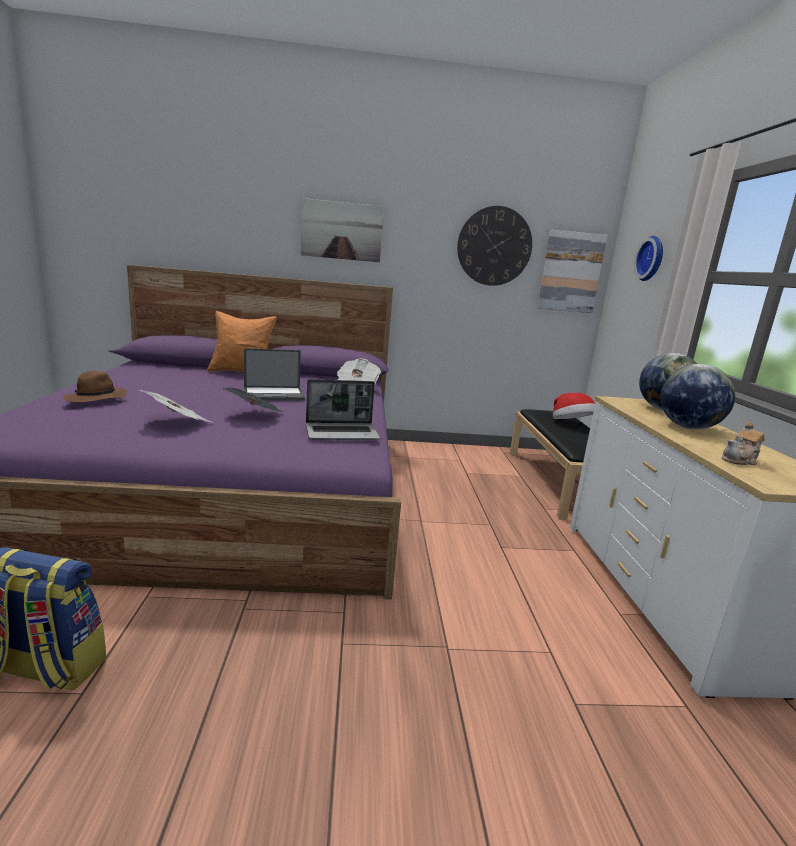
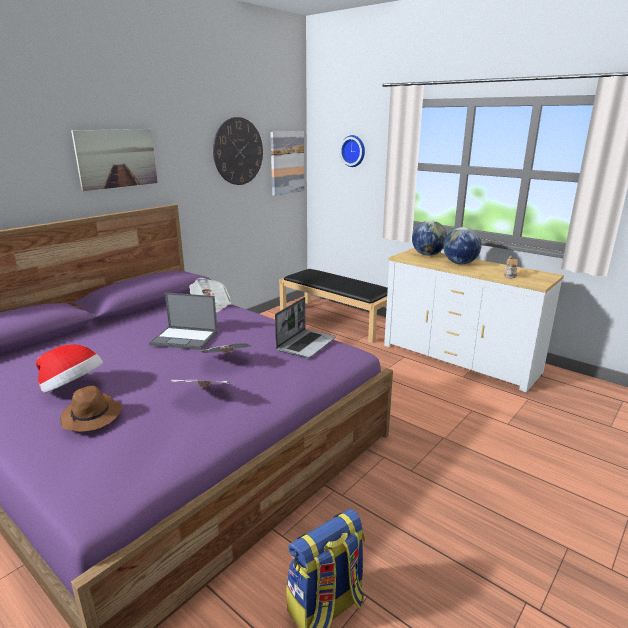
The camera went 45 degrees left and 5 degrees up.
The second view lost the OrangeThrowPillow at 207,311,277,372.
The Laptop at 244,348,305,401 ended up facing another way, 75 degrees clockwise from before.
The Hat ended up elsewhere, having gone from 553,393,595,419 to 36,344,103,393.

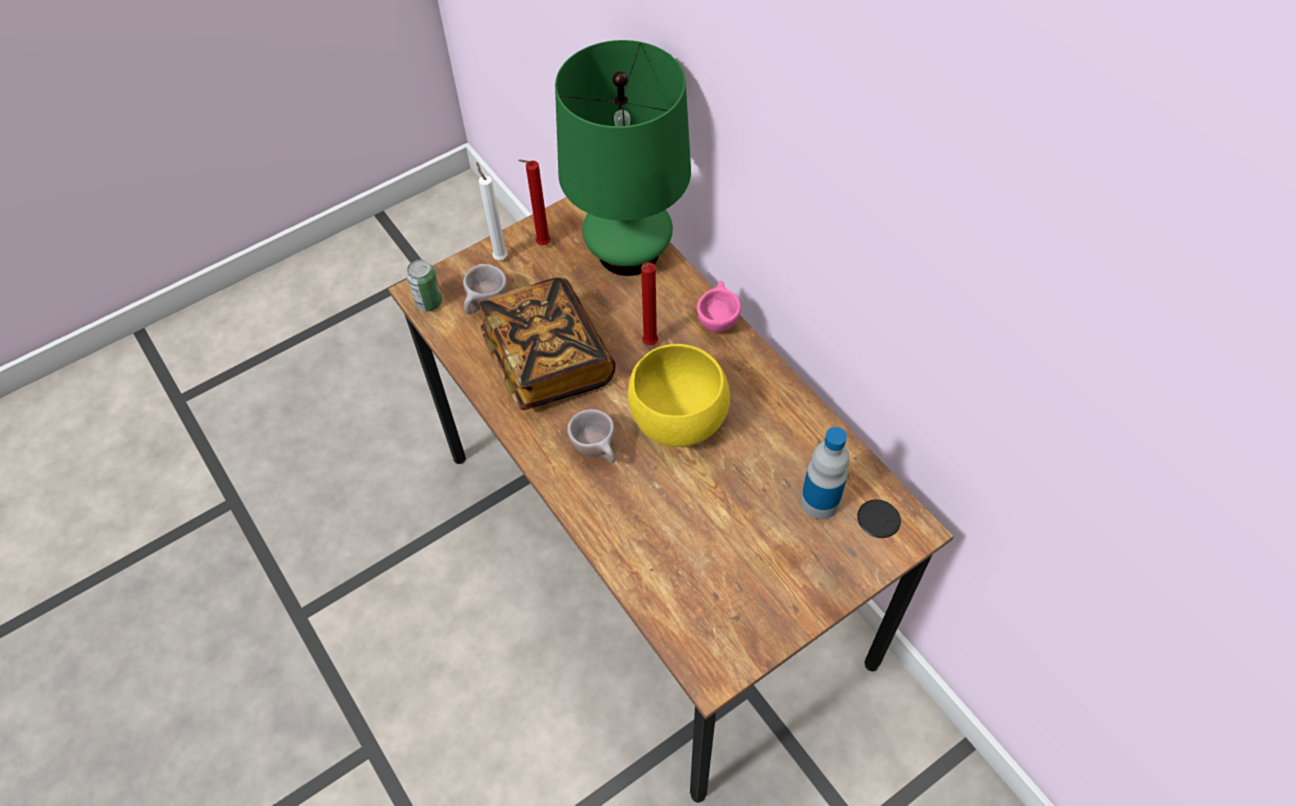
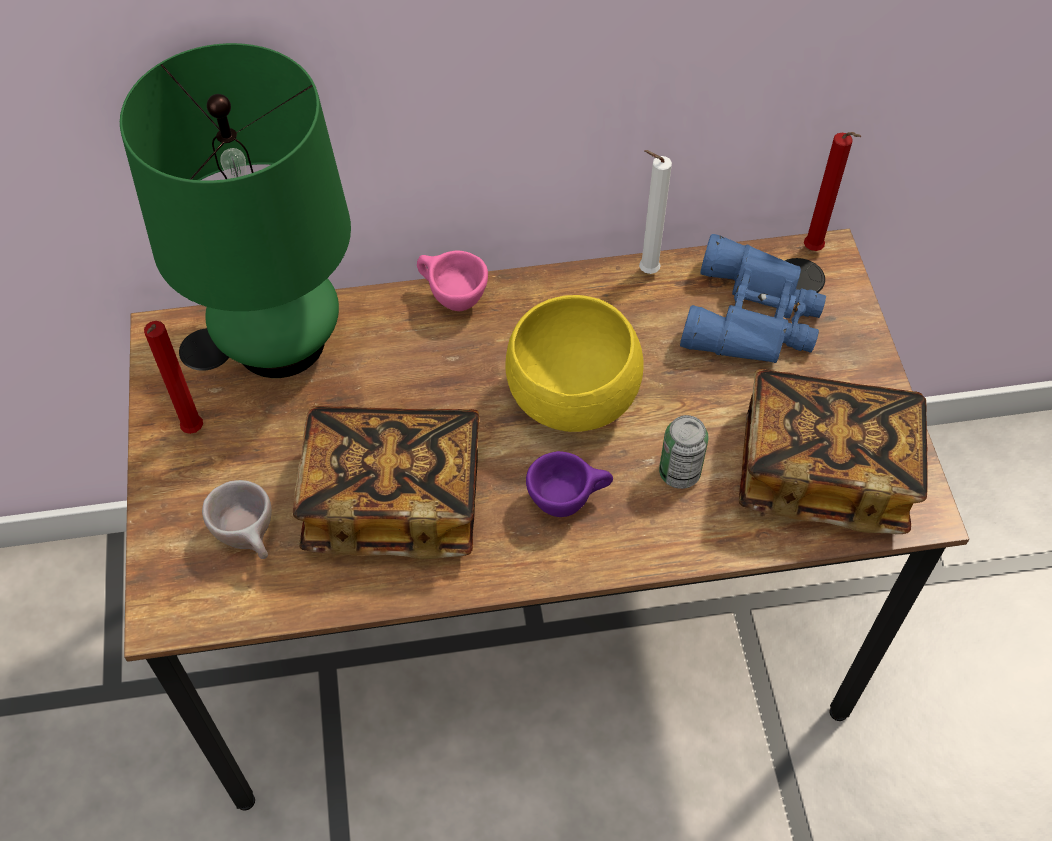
The camera went 65 degrees left and 0 degrees up.
The WhitishWaxLight ended up elsewhere, having gone from 476,162,508,260 to 639,150,672,274.
The Can ended up elsewhere, having gone from 406,259,443,311 to 659,415,708,489.
The ReddishWaxLight ended up elsewhere, having gone from 641,262,658,345 to 804,132,861,251.
What was the BeigeColouredDrinkingCup at 567,409,616,463 turned into the PurplishDrinkingCup at 526,451,613,517.
Where the BeverageBottle stood at 801,427,849,519, the BluePairOfBinoculars came to stand at 680,234,826,363.
The second view gained the Volume at 739,369,928,534.

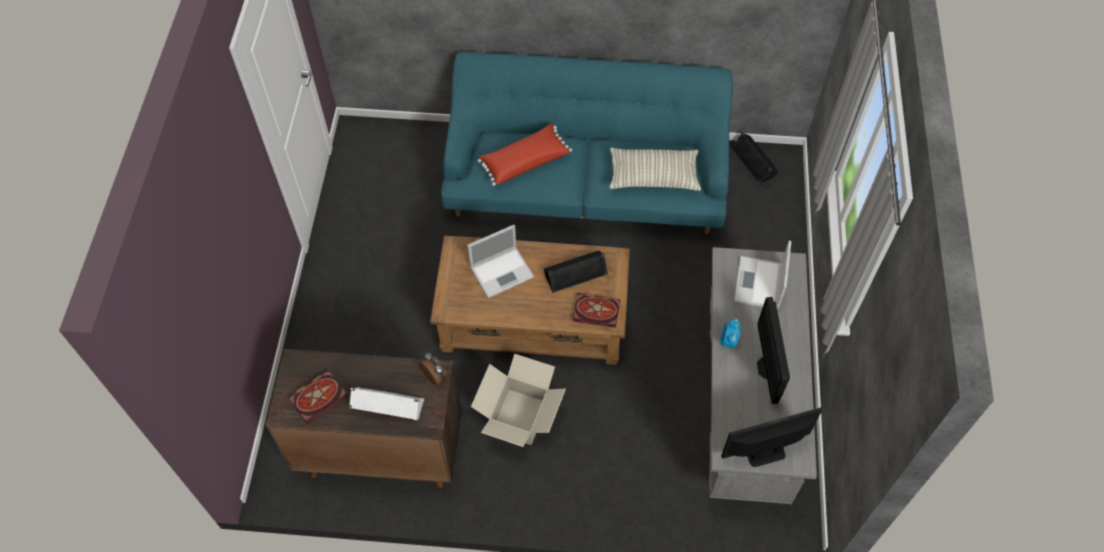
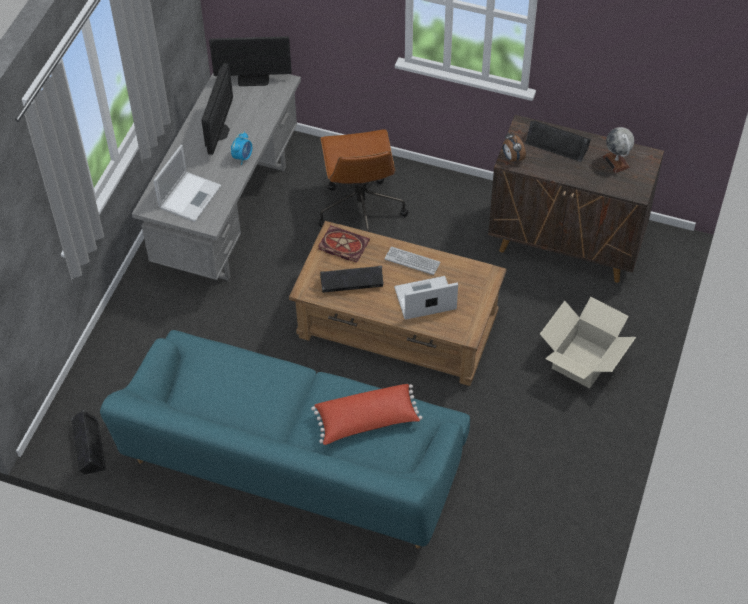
The camera went 165 degrees left and 5 degrees down.
The second view lost the ThrowPillow at 609,148,701,191.
The Carton ended up elsewhere, having gone from 471,354,566,447 to 540,297,636,389.
Where the Volume stood at 288,370,349,424, the WorldGlobe came to stand at 603,127,634,173.
What was the WhitishSpeaker at 349,387,424,420 turned into the BlackSpeaker at 525,121,591,162.
The second view gained the BrownishOfficeChair at 318,129,408,232.
The second view gained the PcKeyboard at 384,247,440,275.

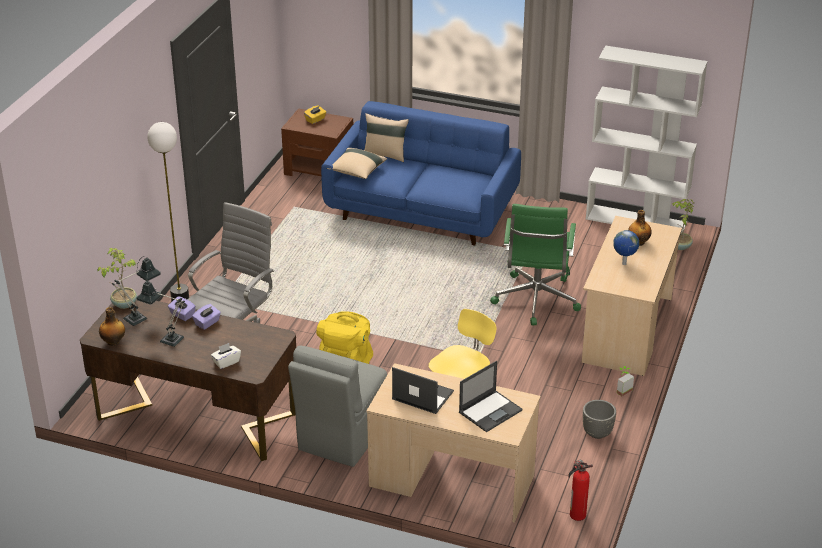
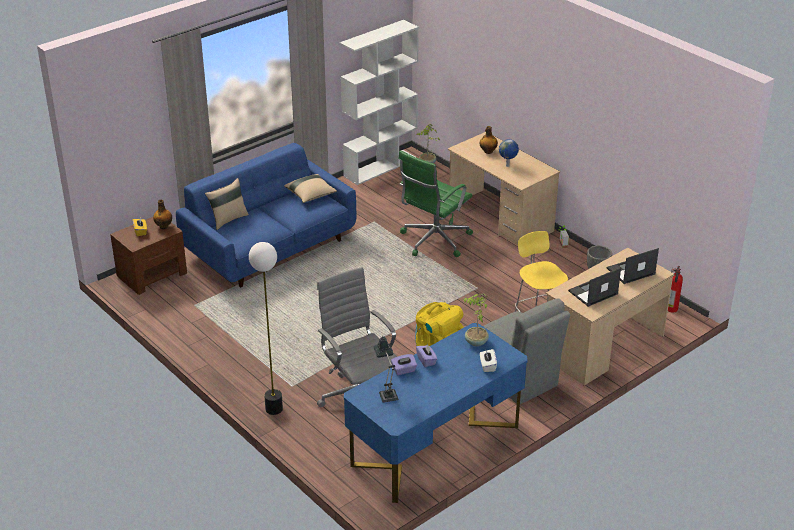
The camera went 60 degrees left and 0 degrees up.
The BeigeColouredThrowPillow ended up elsewhere, having gone from 327,148,387,179 to 284,174,337,203.
The GreenColouredOfficeChair at 490,204,581,326 ended up facing another way, 90 degrees clockwise from before.
The PlantInAPot ended up elsewhere, having gone from 97,248,137,309 to 463,293,489,346.
The second view lost the TableLamp at 136,280,185,347.
What was the BrownishDeskTable at 80,300,296,461 turned into the BlueDeskTable at 344,323,527,503.
The BeverageBottle ended up elsewhere, having gone from 99,307,125,346 to 153,200,172,229.
The Laptop at 459,361,522,432 ended up facing another way, 105 degrees counterclockwise from before.

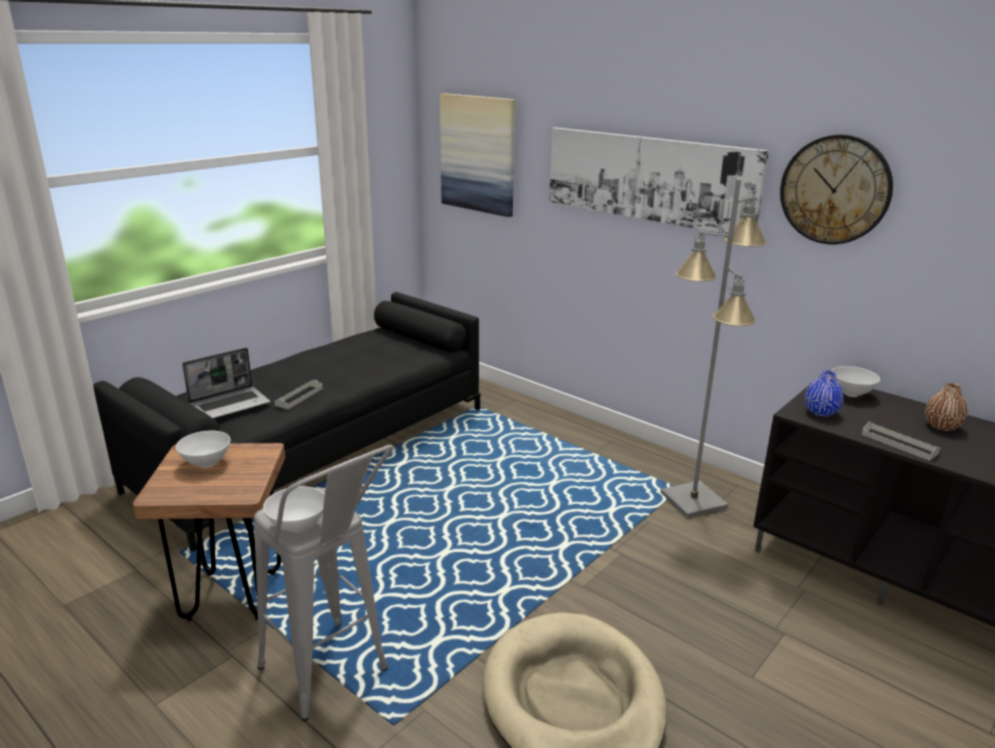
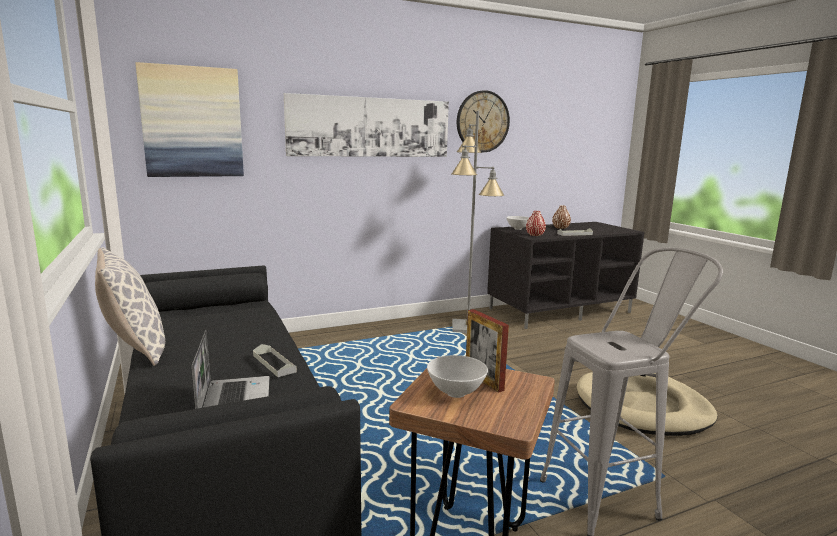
The camera went 65 degrees left and 10 degrees down.
What was the BlueVase at 805,370,843,417 turned into the ReddishVase at 526,211,546,236.
The second view lost the WhitishServingBowl at 263,486,325,533.
The second view gained the ThrowPillow at 95,247,165,366.
The second view gained the PictureFrame at 466,309,509,393.

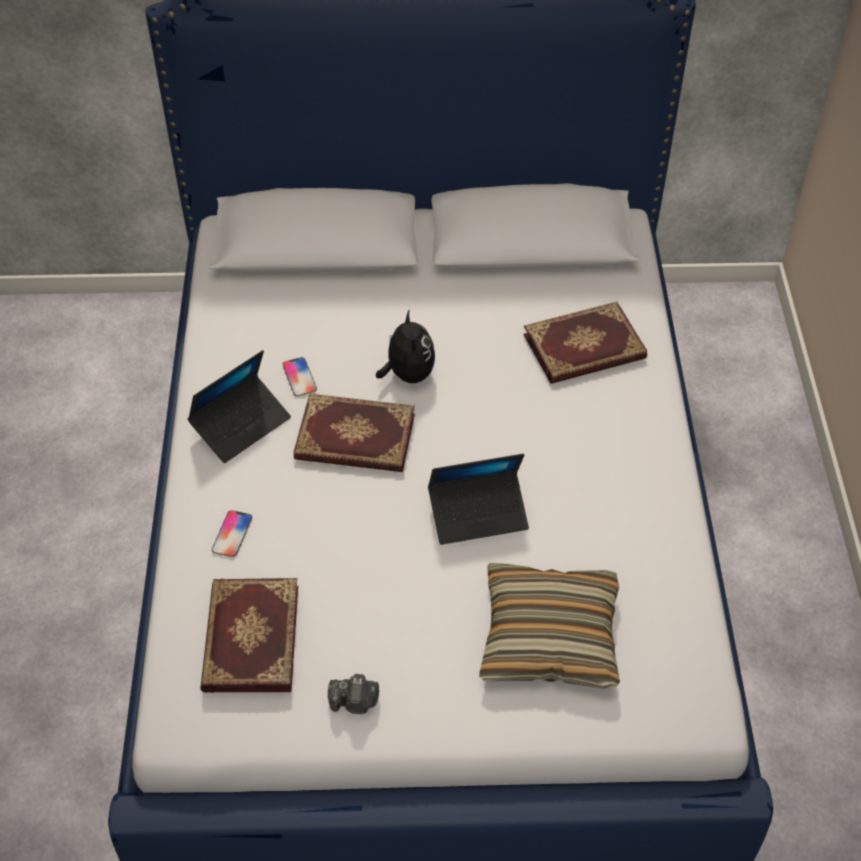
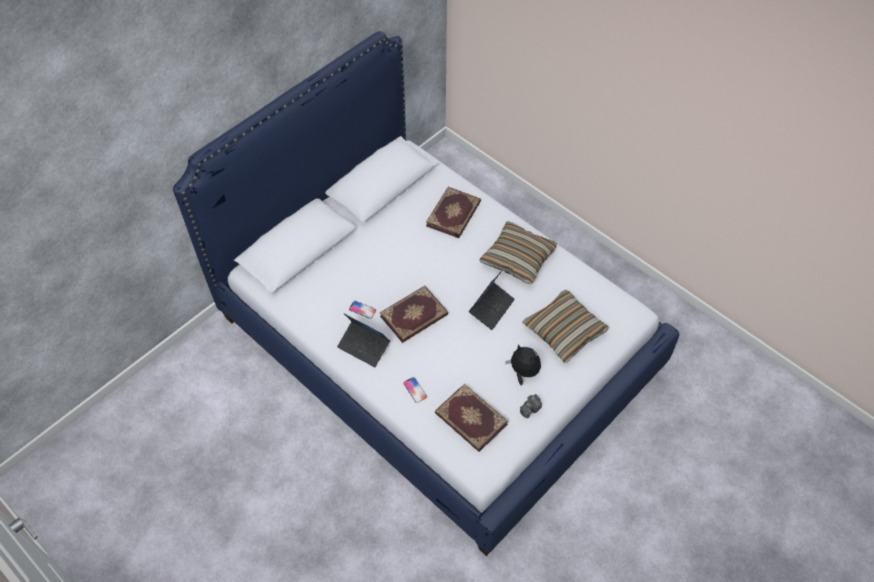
The camera went 45 degrees left and 5 degrees up.
The SoftToy ended up elsewhere, having gone from 376,311,435,383 to 505,344,541,385.
The Laptop at 188,350,291,463 ended up facing another way, 120 degrees clockwise from before.
The second view gained the ThrowPillow at 479,221,557,284.

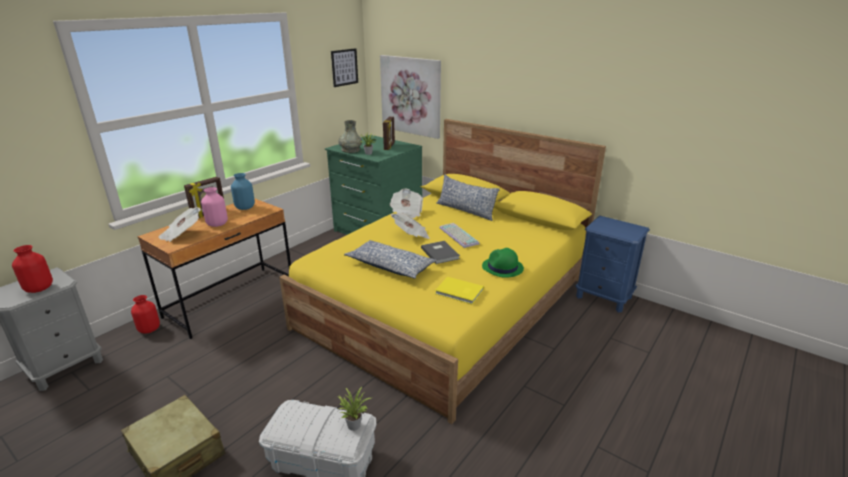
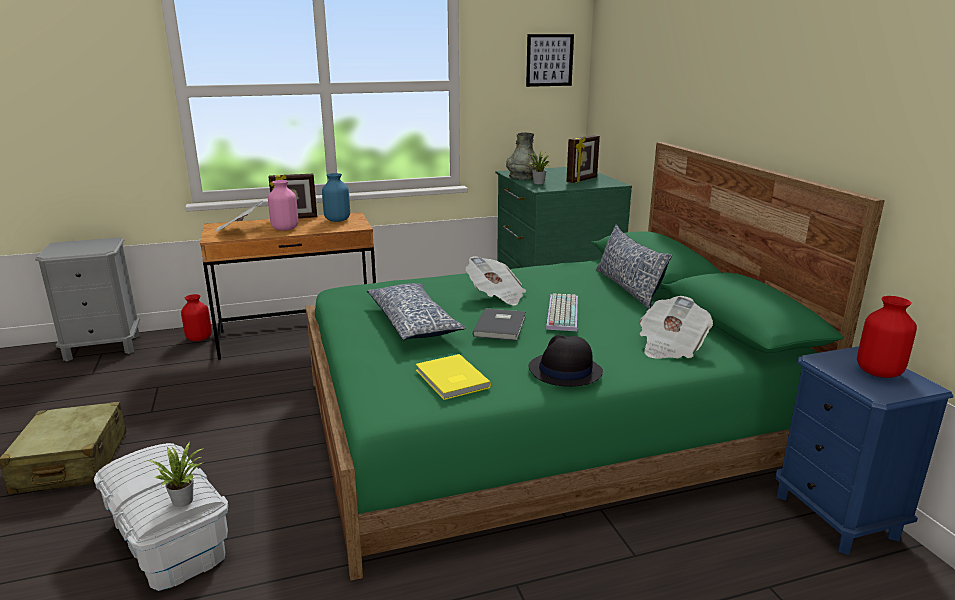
The camera went 35 degrees right and 5 degrees down.
The second view lost the WallArt at 380,55,441,139.
What was the YellowColouredSleepingBed at 279,119,606,424 turned into the GreenColouredSleepingBed at 306,142,885,581.
The Newspaper ended up elsewhere, having gone from 390,189,423,218 to 639,296,713,359.
The ReddishVase ended up elsewhere, having gone from 12,245,53,293 to 857,296,917,378.
What was the GreenColouredHat at 482,248,524,277 turned into the BlackHat at 528,335,603,387.

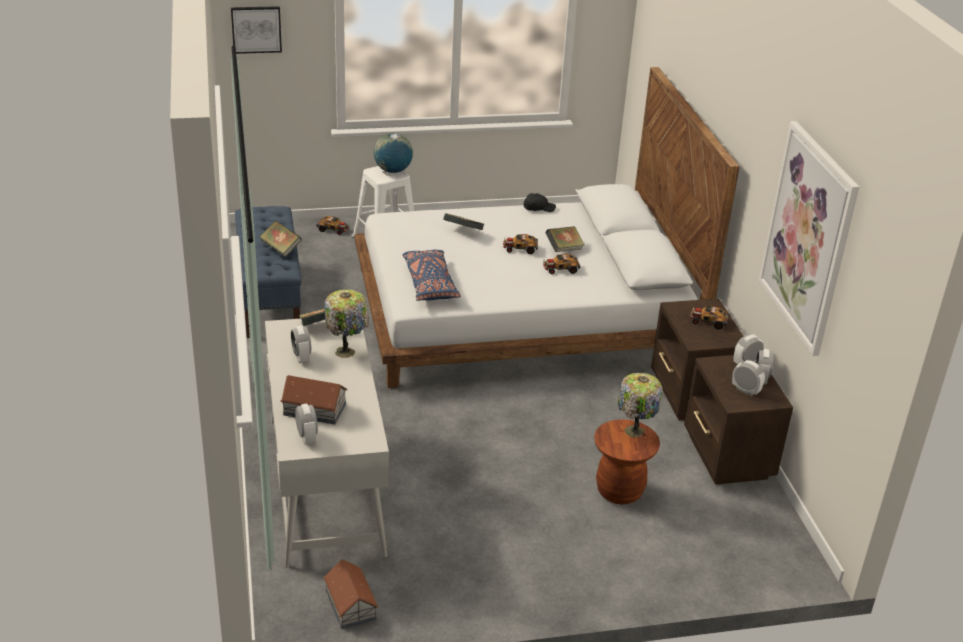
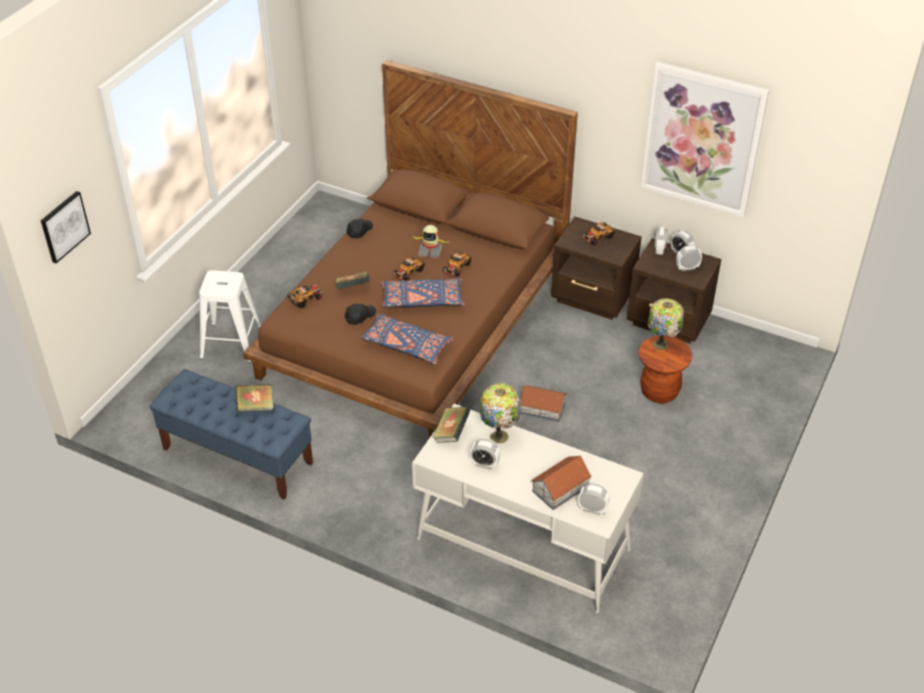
The camera went 50 degrees left and 10 degrees up.
What was the WhitishSleepingBed at 355,67,740,388 turned into the BrownishSleepingBed at 243,60,578,438.
The second view lost the WorldGlobe at 374,133,413,173.
The ToyCar ended up elsewhere, having gone from 316,216,350,235 to 287,284,323,308.
Where the Volume stood at 545,226,585,252, the ModelRobot came to stand at 412,225,449,259.
The MiniatureHouse ended up elsewhere, having gone from 323,559,379,629 to 519,386,567,422.
The second view gained the BlueThrowPillow at 381,278,465,308.
The second view gained the BlackPeakedCap at 345,304,376,325.

